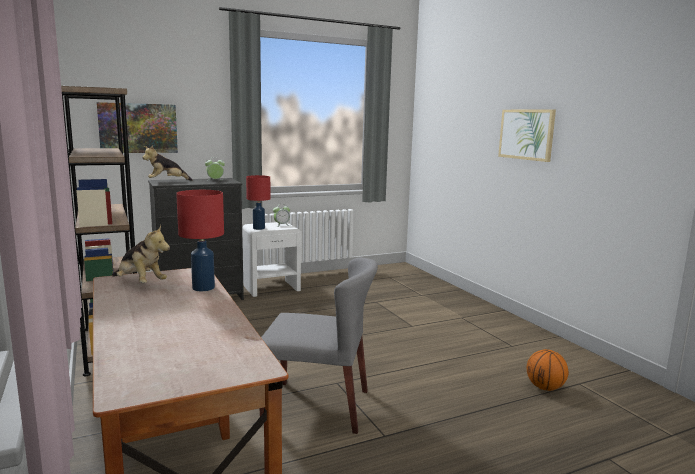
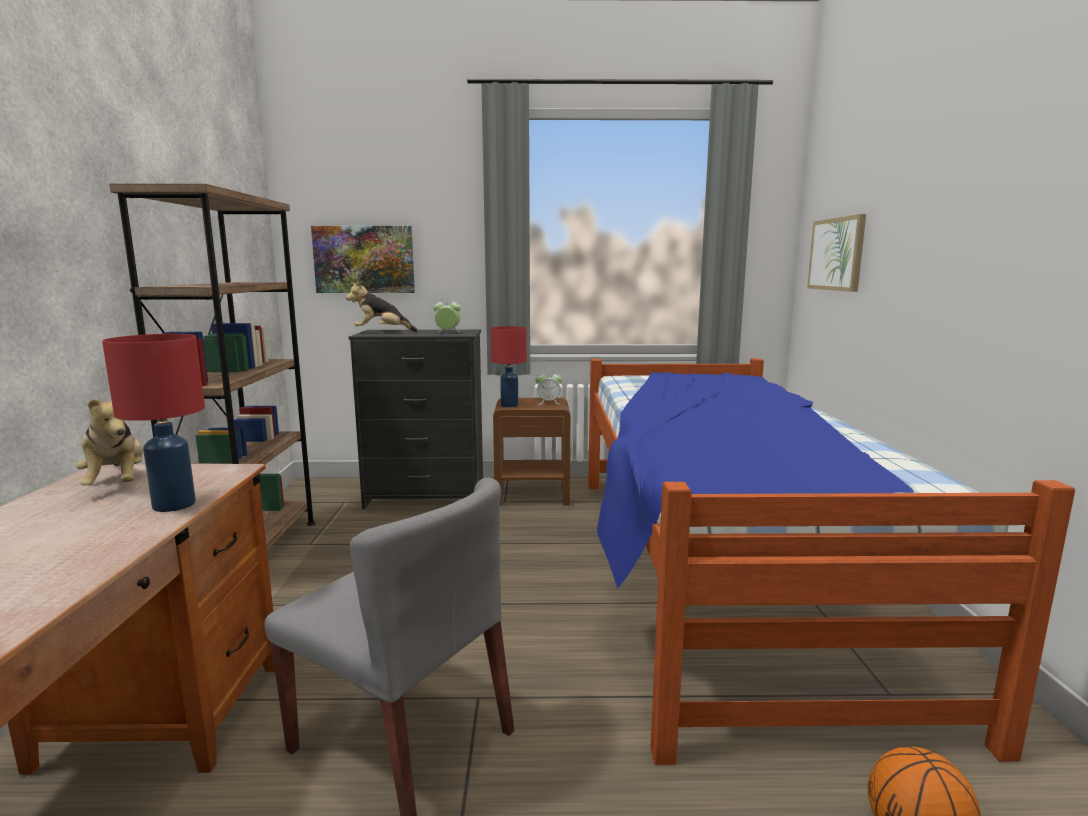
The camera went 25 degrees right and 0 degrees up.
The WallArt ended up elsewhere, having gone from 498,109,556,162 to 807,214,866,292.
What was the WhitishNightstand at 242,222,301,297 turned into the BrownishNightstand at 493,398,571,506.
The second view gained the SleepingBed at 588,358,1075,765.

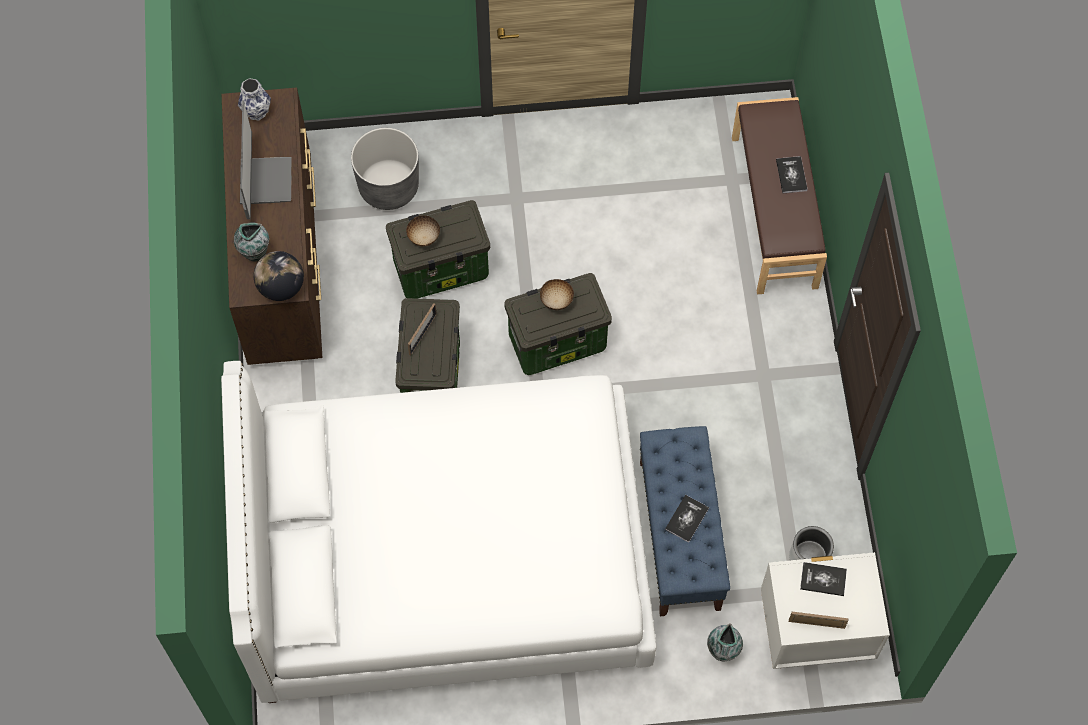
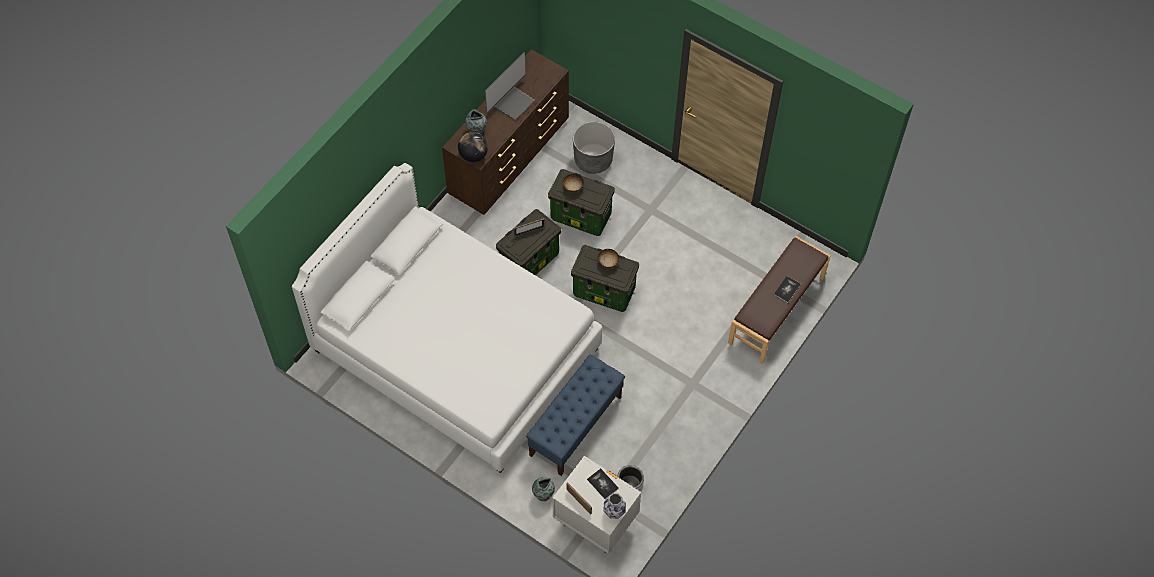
The camera went 40 degrees right and 5 degrees down.
The Vase ended up elsewhere, having gone from 238,78,271,120 to 603,493,626,519.
The second view lost the Volume at 665,495,709,543.

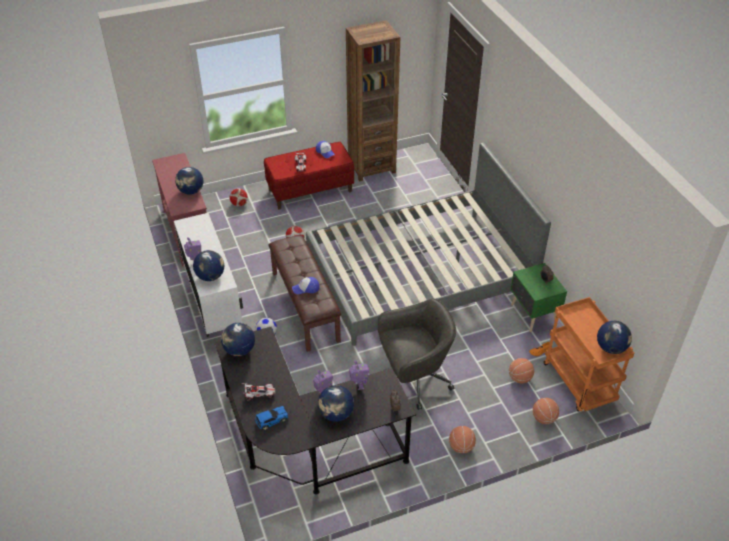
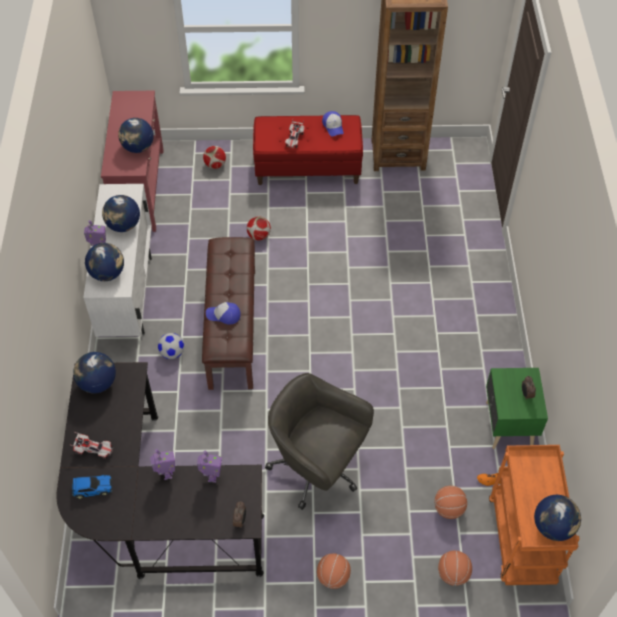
The camera went 20 degrees right and 10 degrees up.
The second view lost the GreySleepingBed at 306,142,551,346.
The GreyOfficeChair at 378,298,456,410 ended up facing another way, 150 degrees counterclockwise from before.
The WorldGlobe ended up elsewhere, having gone from 318,385,354,422 to 102,195,140,232.

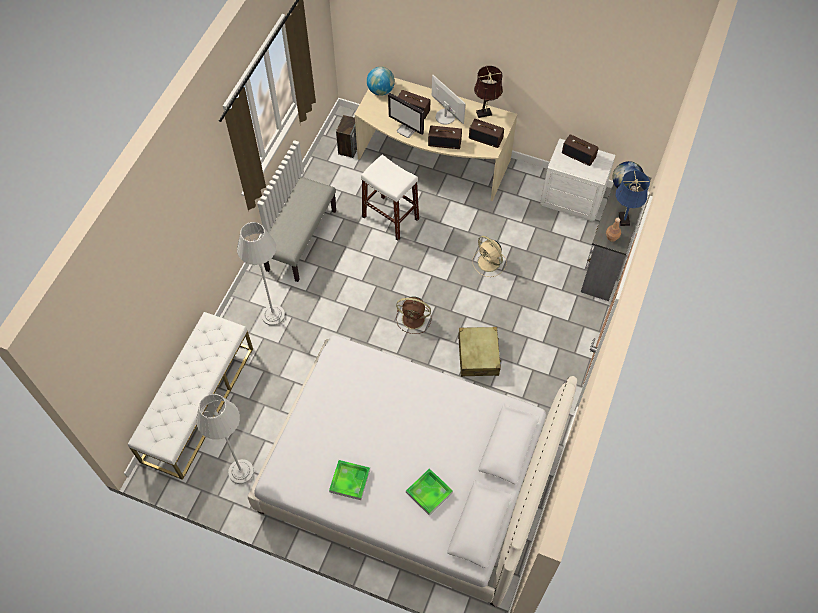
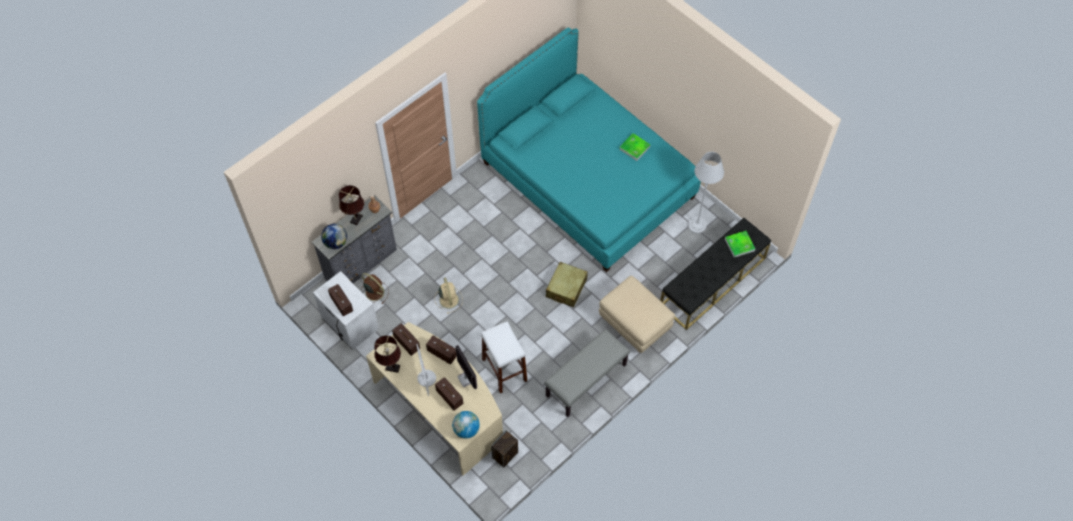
The camera went 155 degrees left and 0 degrees up.
What was the BlueTableLamp at 616,170,650,226 turned into the BrownishTableLamp at 338,185,364,225.
Where the GreyStandingLamp stood at 237,222,285,326, the BeigeColouredOttoman came to stand at 599,276,675,353.
The BrownishCoolingFan ended up elsewhere, having gone from 396,296,431,334 to 360,273,389,304.
What was the WhitishIndoorBench at 128,312,253,480 turned into the BlackIndoorBench at 660,218,771,330.
The BeigeColouredPieceOfLuggage ended up elsewhere, having gone from 458,327,501,377 to 546,262,588,307.
What was the WhitishSleepingBed at 248,335,577,607 turned into the TurquoiseColouredSleepingBed at 477,28,701,272.
The Tray ended up elsewhere, having gone from 406,468,453,515 to 725,231,755,258.

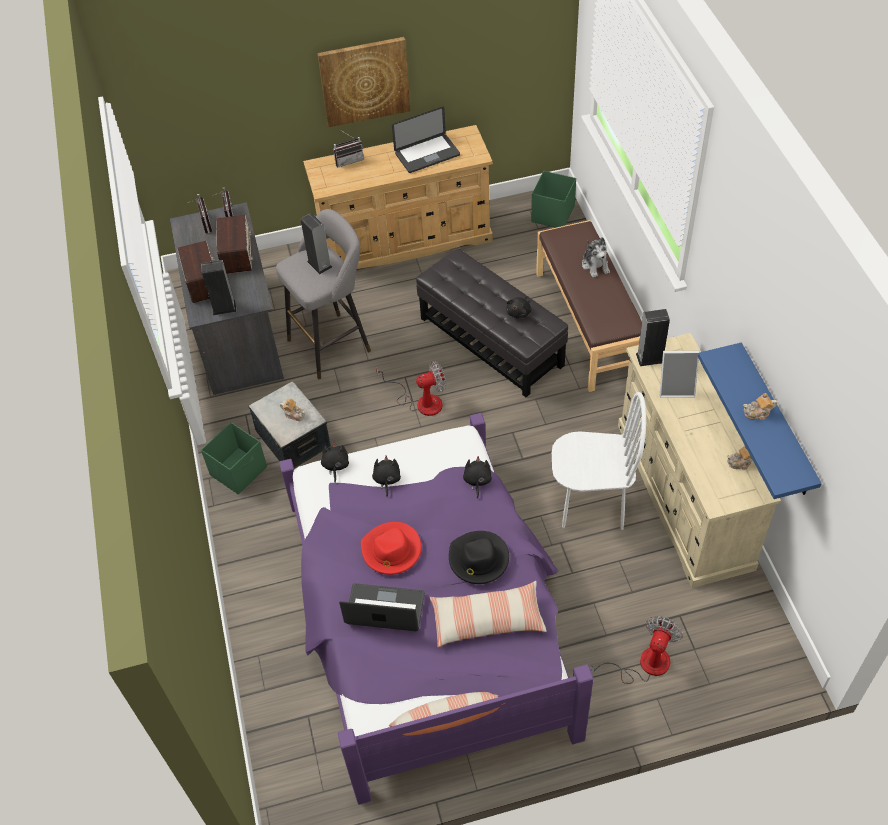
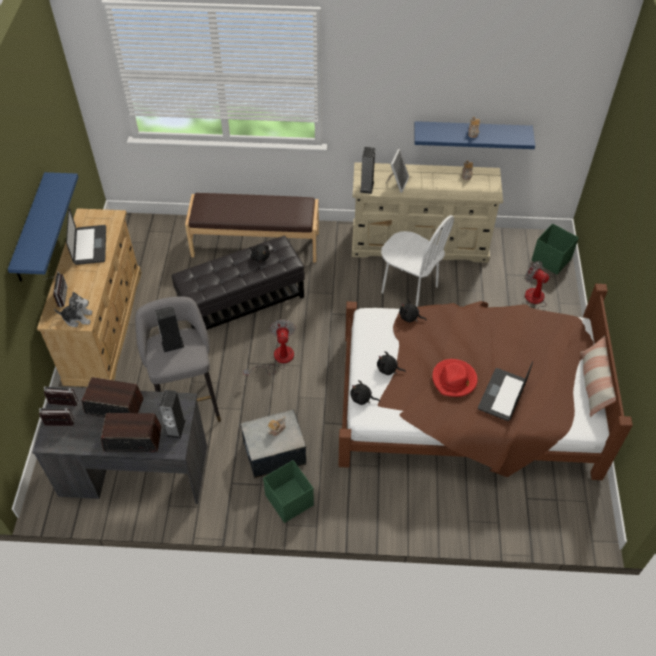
The camera went 75 degrees left and 0 degrees up.
Where the WallArt hung at 318,37,411,127, the BlueWallShelf came to hang at 8,172,78,282.
The GreenColouredStorageContainer ended up elsewhere, having gone from 531,171,576,228 to 532,223,579,275.
The SoftToy ended up elsewhere, having gone from 582,237,610,278 to 54,292,93,327.
The WhitishChair at 552,392,646,530 ended up facing another way, 105 degrees clockwise from before.
What was the PurplishSleepingBed at 279,413,594,805 turned into the BrownishSleepingBed at 338,284,633,480.
The second view lost the BlackHat at 449,531,509,584.
The second view lost the ThrowPillow at 429,581,547,647.

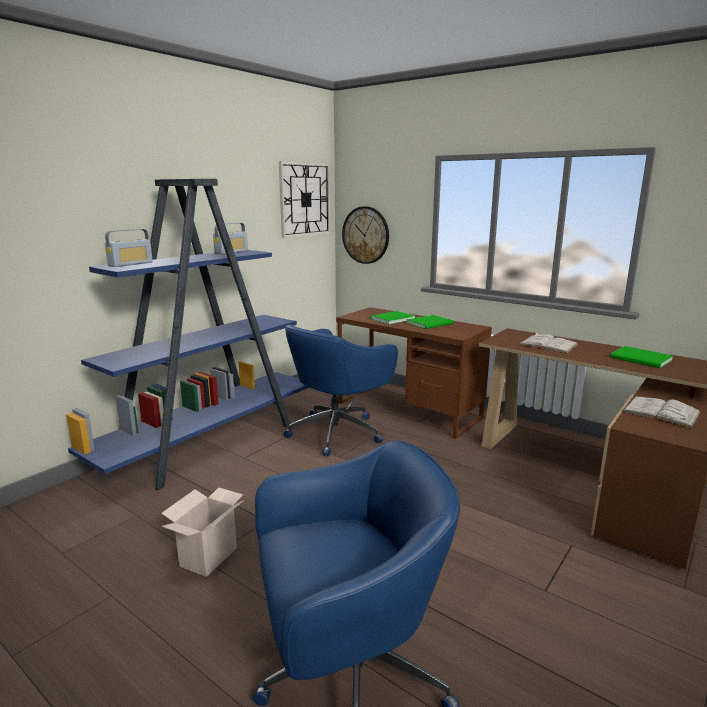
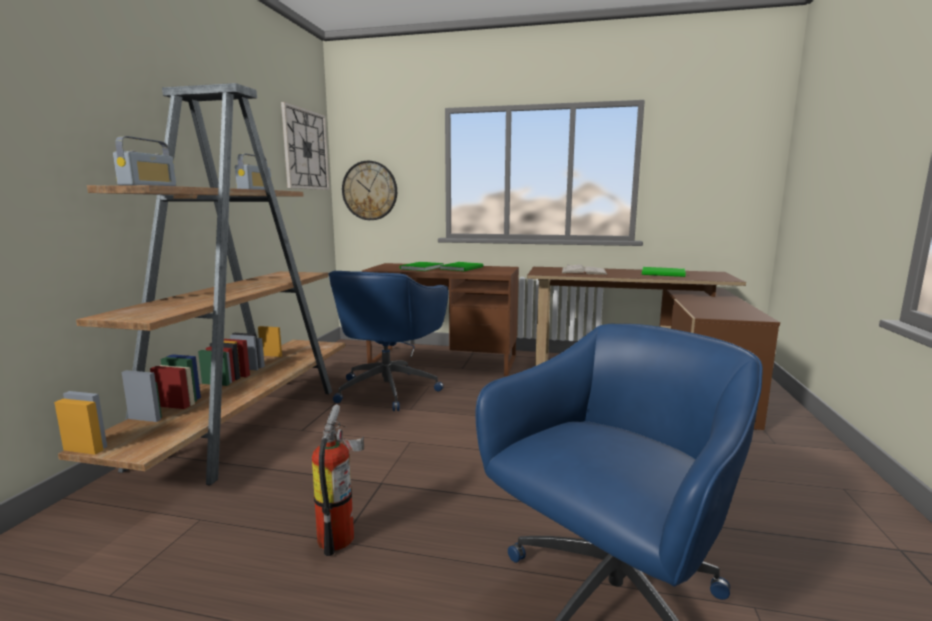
The camera went 25 degrees left and 5 degrees down.
What was the BlueBookcase at 66,179,309,490 turned into the BrownishBookcase at 54,83,345,485.
The second view lost the WhitishVolume at 622,396,701,428.
Where the Carton stood at 161,488,244,577, the FireExtinguisher came to stand at 312,404,364,556.

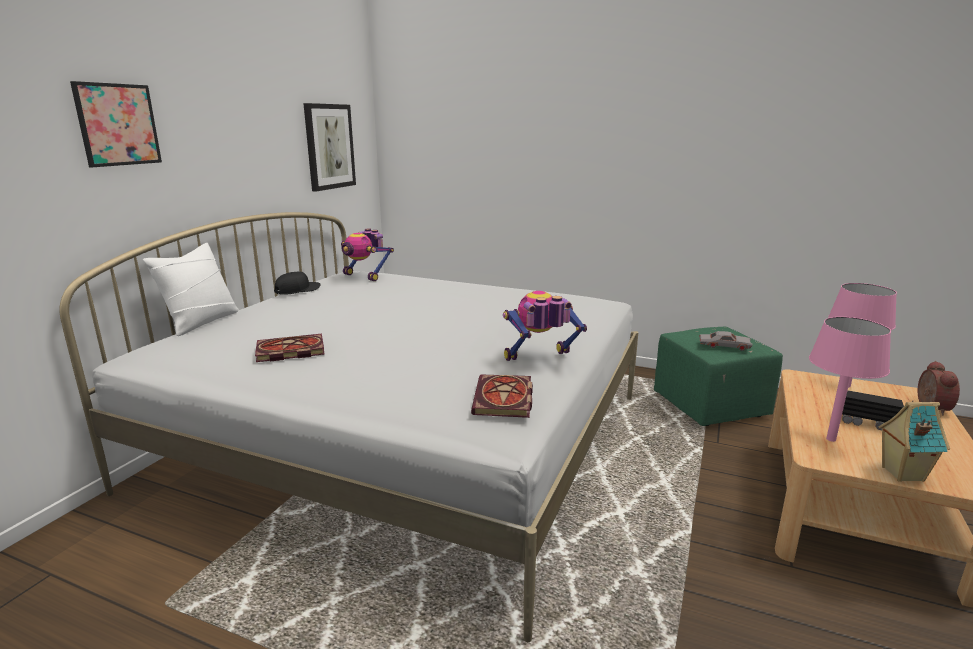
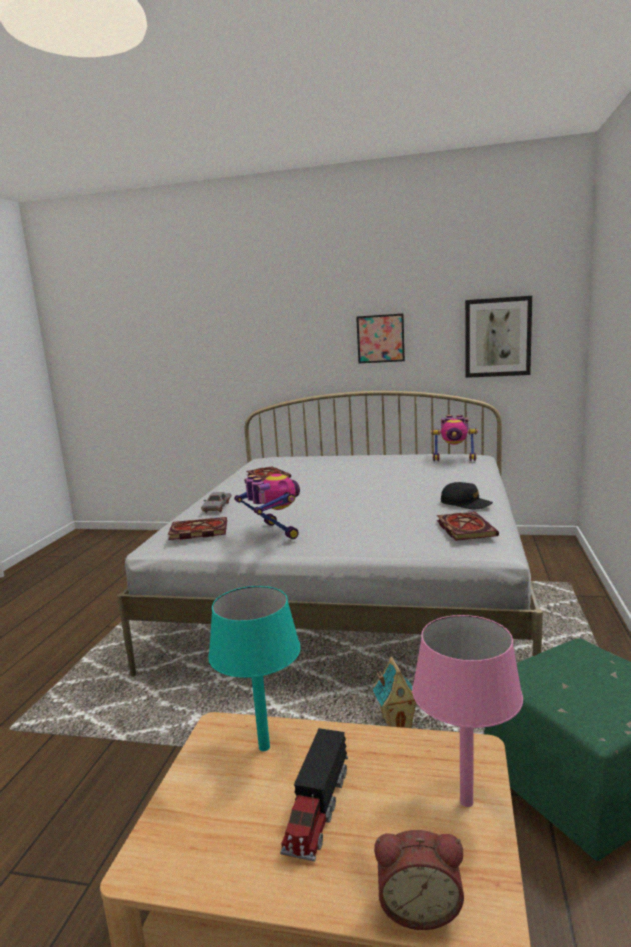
The camera went 80 degrees right and 5 degrees down.
The WallArt ended up elsewhere, having gone from 70,81,162,167 to 356,314,405,363.
The ModelRobot at 341,229,394,281 ended up facing another way, 105 degrees counterclockwise from before.
The second view lost the WhitishThrowPillow at 143,243,239,336.
The BlackPeakedCap ended up elsewhere, having gone from 274,271,321,295 to 441,482,493,509.
What was the PinkTableLamp at 809,317,891,442 turned into the TurquoiseColouredTableLamp at 208,586,301,751.
The GreyToyCar ended up elsewhere, having gone from 699,331,752,351 to 201,492,231,513.
The MiniatureHouse ended up elsewhere, having gone from 879,402,950,482 to 373,657,416,728.
The second view gained the Volume at 437,512,499,541.

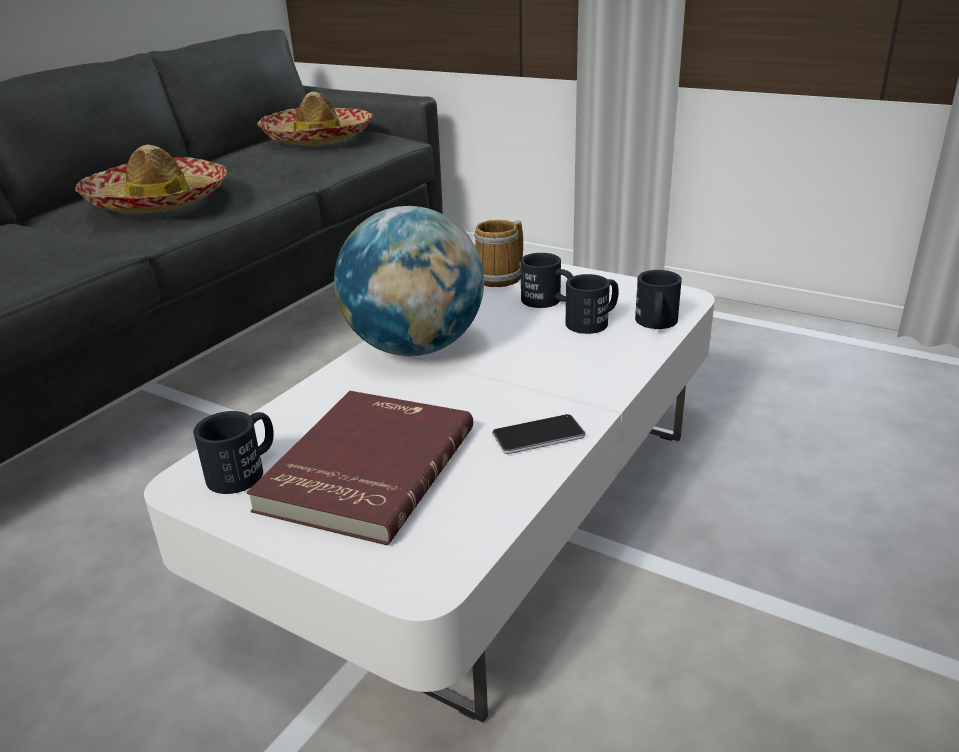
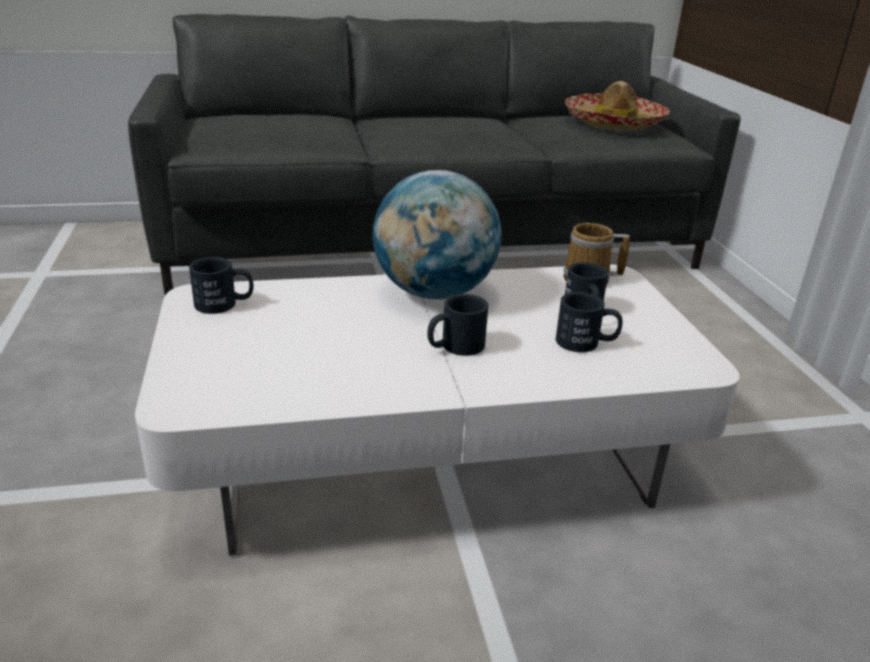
The camera went 45 degrees right and 0 degrees up.
The second view lost the Hat at 75,145,227,214.
The BlackCoffeeMug ended up elsewhere, having gone from 635,270,682,329 to 427,294,489,356.
The second view lost the ReddishVolume at 247,391,473,545.
The second view lost the Handset at 492,414,585,454.

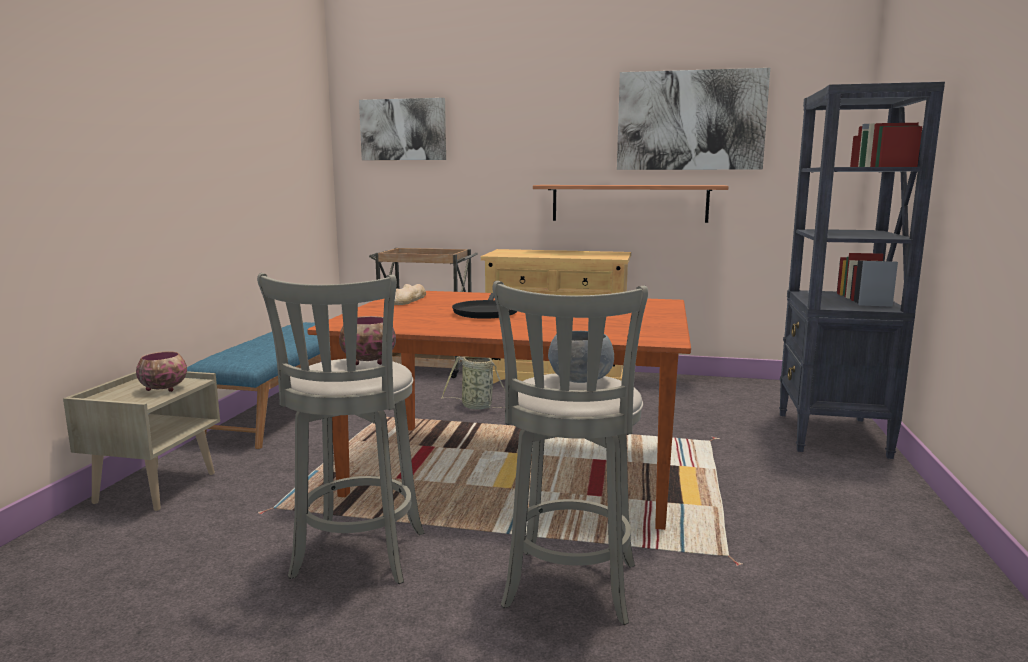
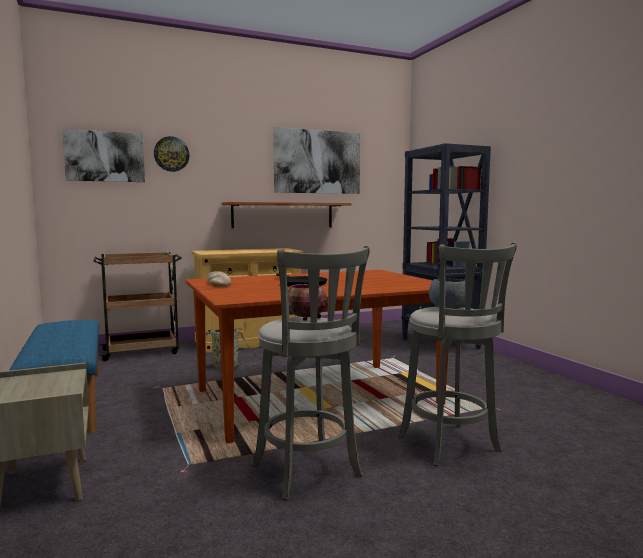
The camera went 35 degrees left and 5 degrees down.
The second view lost the ServingBowl at 136,351,187,392.
The second view gained the ClockOnTheWall at 154,136,189,172.

